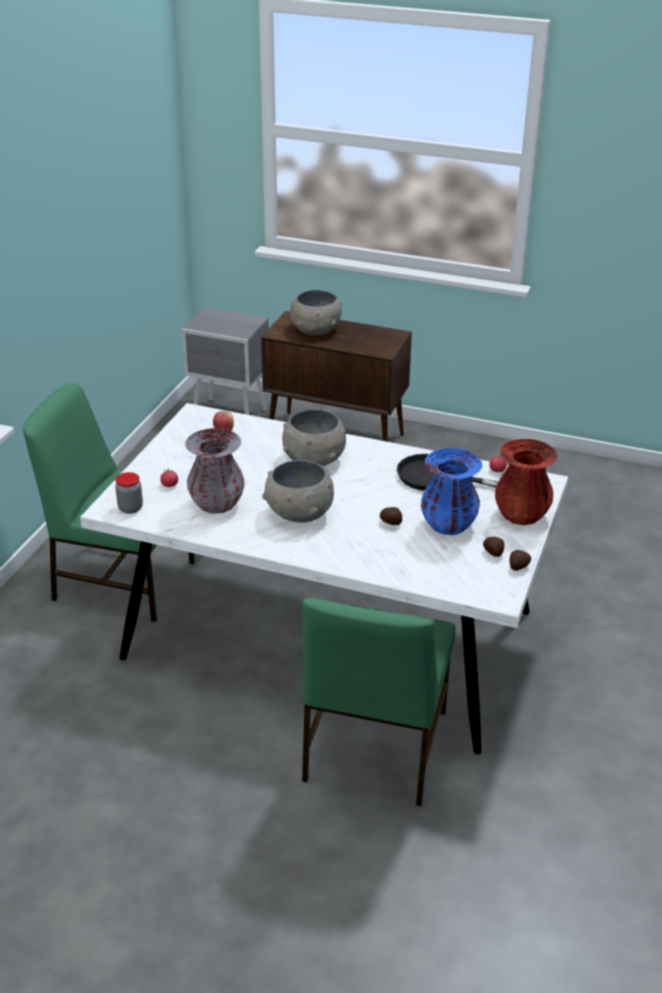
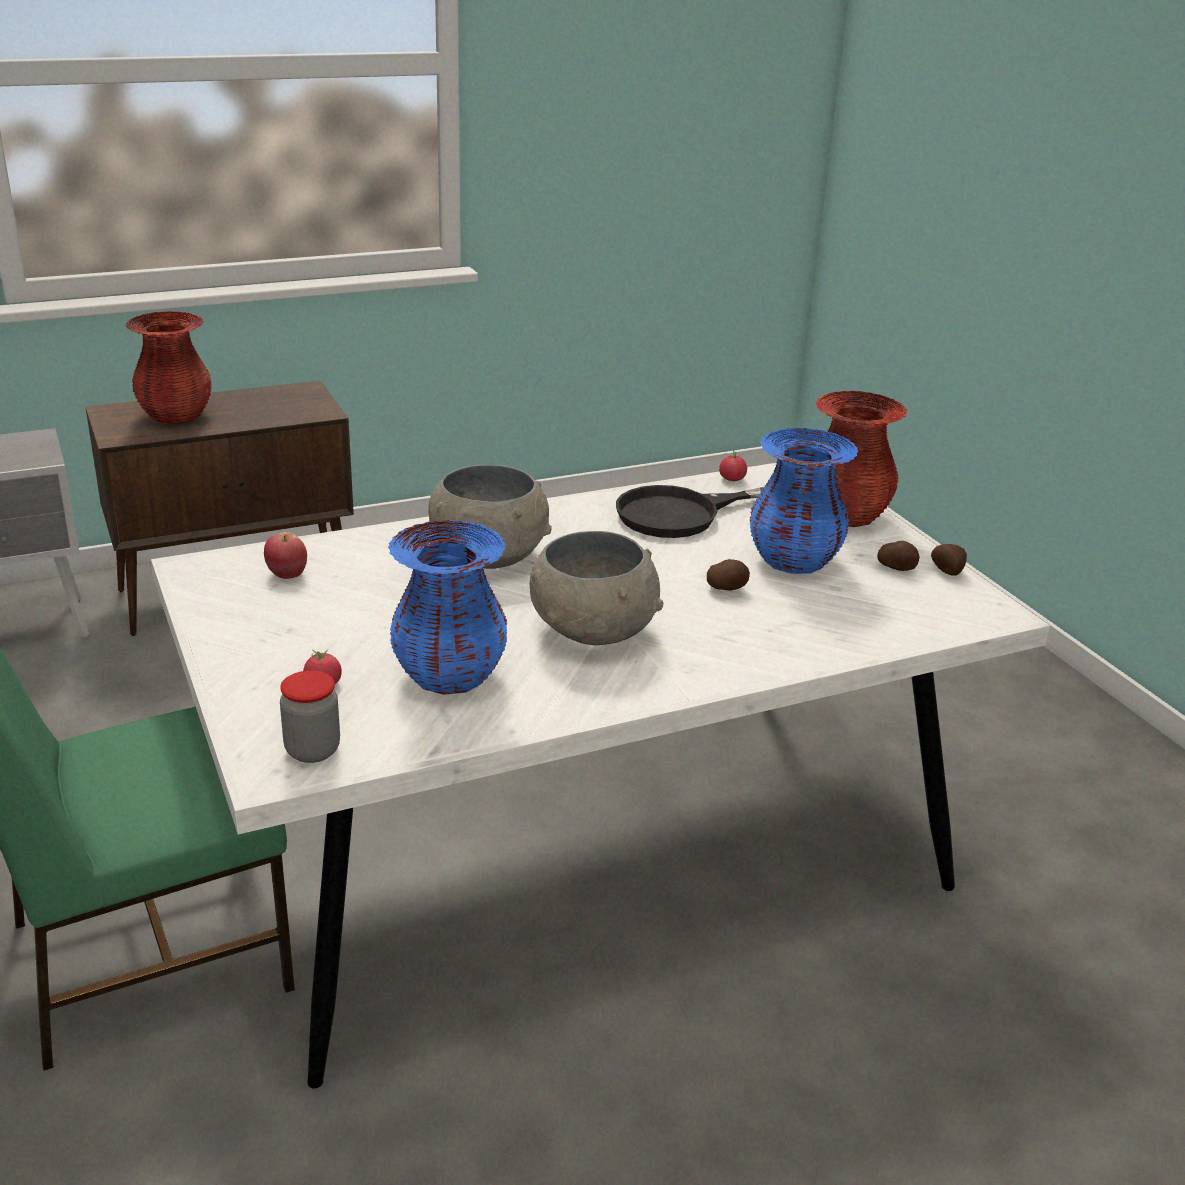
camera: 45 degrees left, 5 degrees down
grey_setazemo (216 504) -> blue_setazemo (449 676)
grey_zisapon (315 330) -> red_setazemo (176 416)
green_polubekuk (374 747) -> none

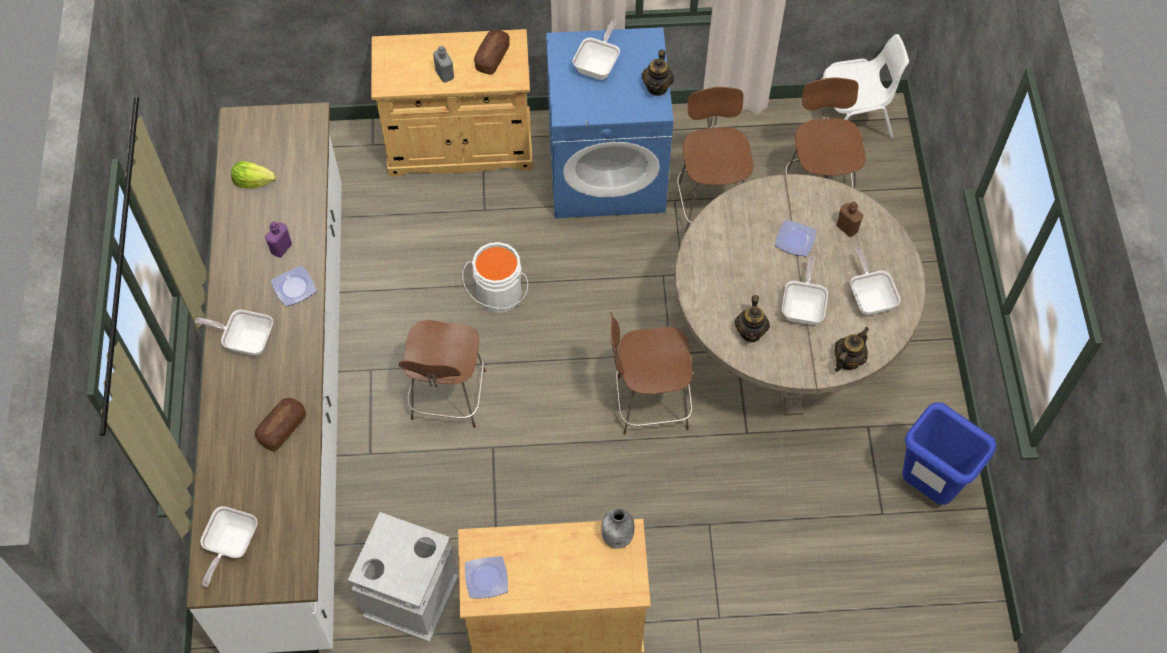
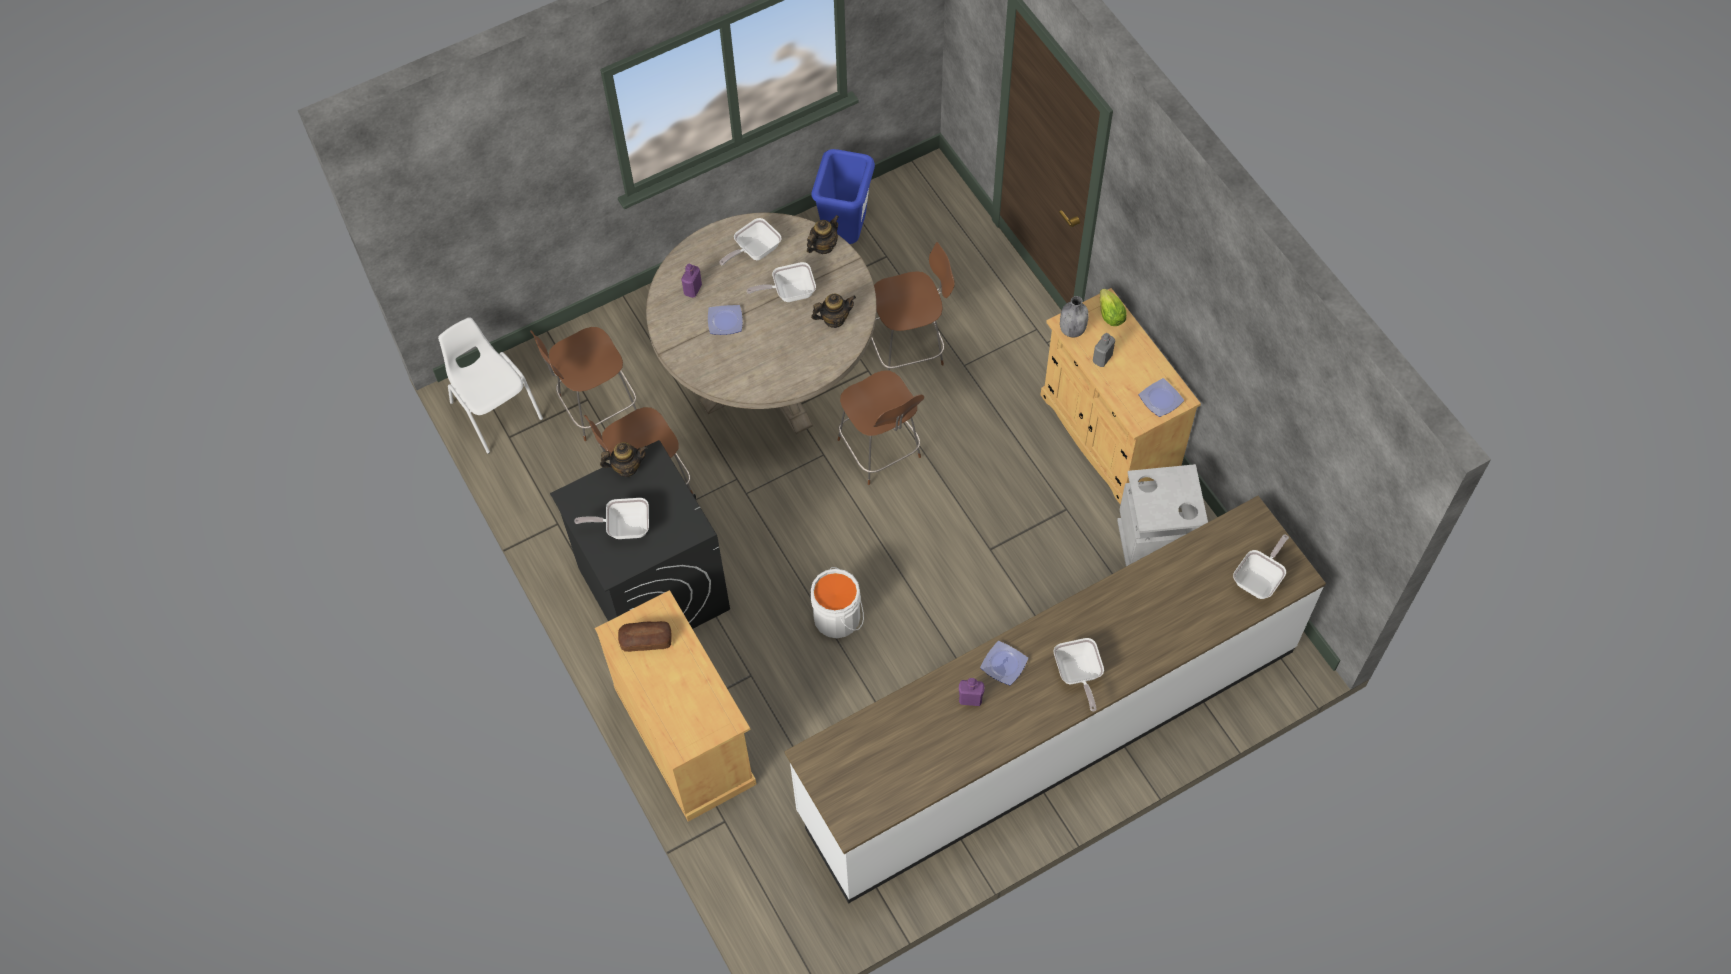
camera: 115 degrees left, 0 degrees up
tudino (230 546) -> tudino (1259 579), 45 degrees counterclockwise
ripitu (253 182) -> ripitu (1110 315), relocated
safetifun (282 428) -> none
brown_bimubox (448 398) -> brown_bimubox (908 348), relocated
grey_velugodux (444 74) -> grey_velugodux (1102 358), relocated
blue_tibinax (607 171) -> black_tibinax (652 588)
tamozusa (847 360) -> tamozusa (823 246), 120 degrees clockwise
brown_velugodux (847 228) -> purple_velugodux (693 289)

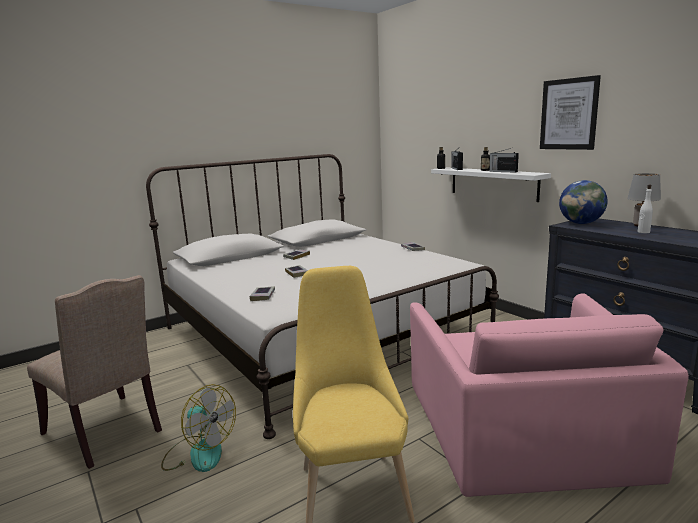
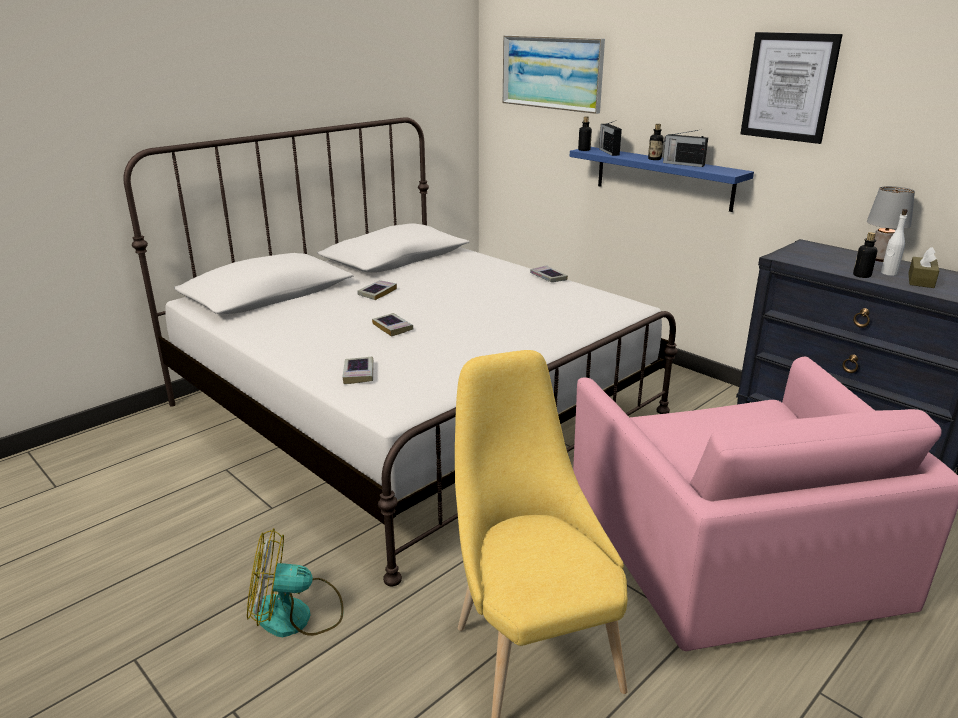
camera: 10 degrees left, 10 degrees up
beige_polubekuk (107 432) -> none
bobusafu (199 452) -> bobusafu (297 615), 150 degrees clockwise
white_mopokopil (493 183) -> blue_mopokopil (663 178)
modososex (581 223) -> none
none -> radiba (552 72)
none -> velugodux (861 275)
none -> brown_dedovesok (921 280)

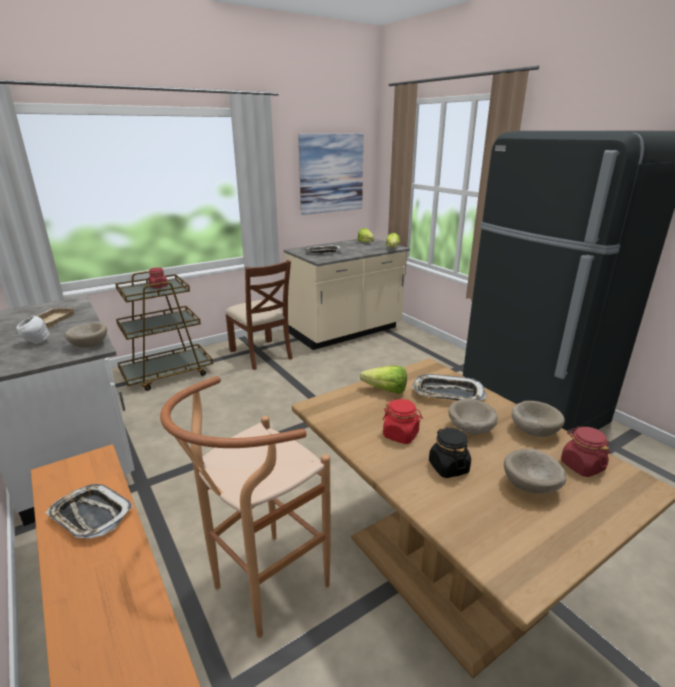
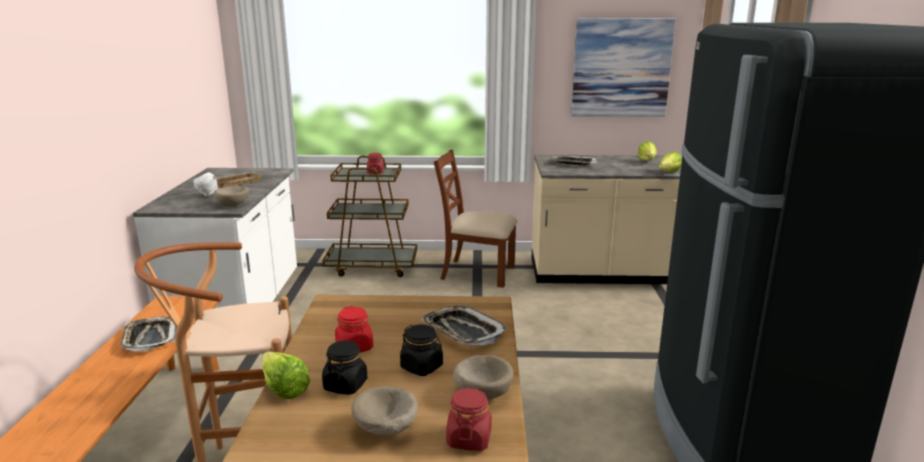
camera: 35 degrees right, 5 degrees down
brown_polubekuk (261 354) -> brown_polubekuk (476 272), 105 degrees clockwise
ripitu (382 390) -> ripitu (283 386), relocated
beige_zisapon (469 430) -> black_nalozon (422 367)

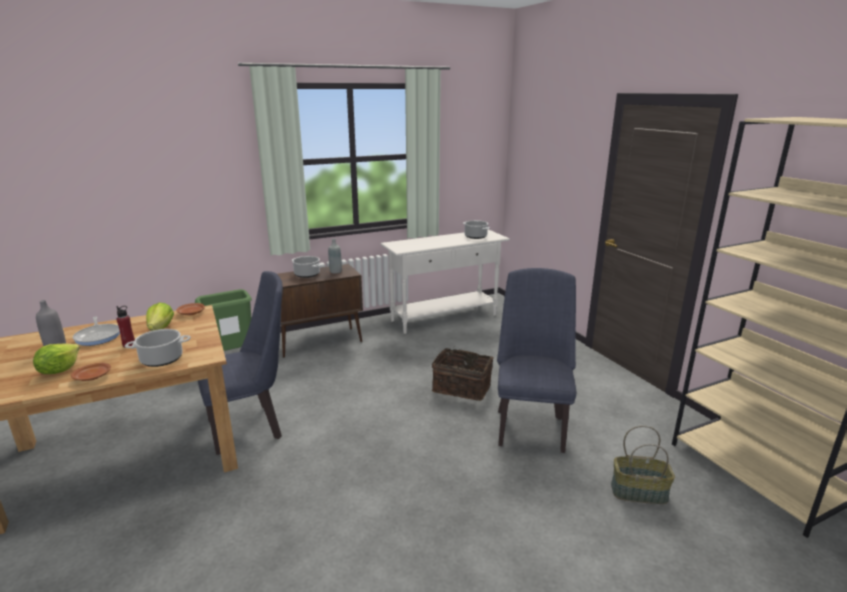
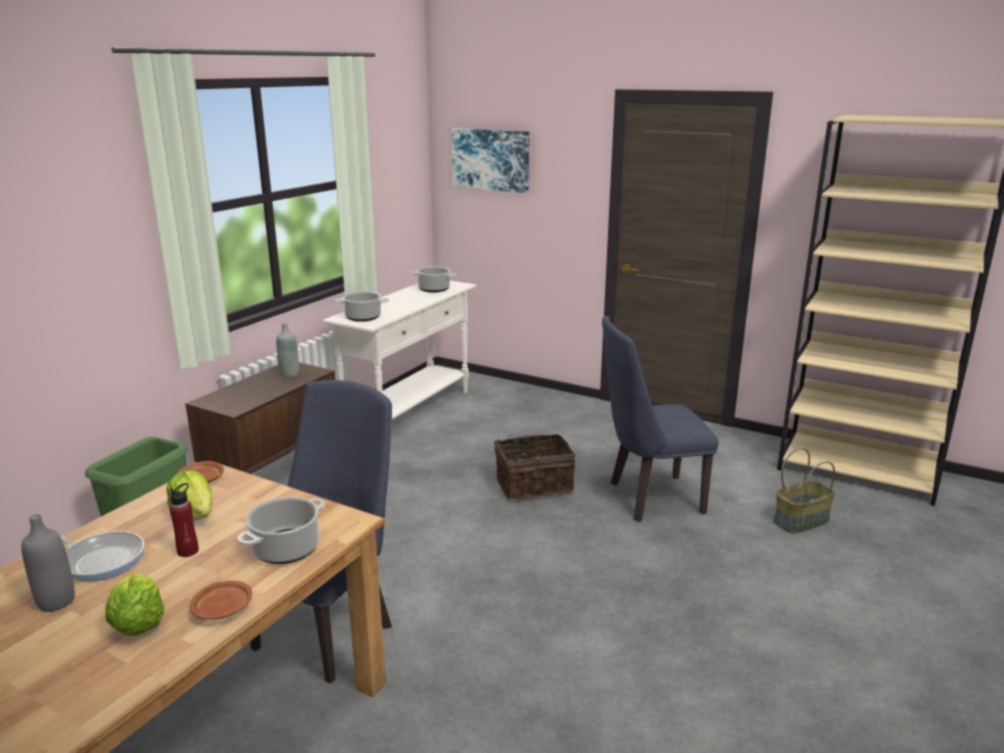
camera: 35 degrees left, 0 degrees up
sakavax (307 274) -> sakavax (363 317), relocated
blue_polubekuk (530 426) -> blue_polubekuk (648 498), 75 degrees counterclockwise
none -> radiba (491 159)

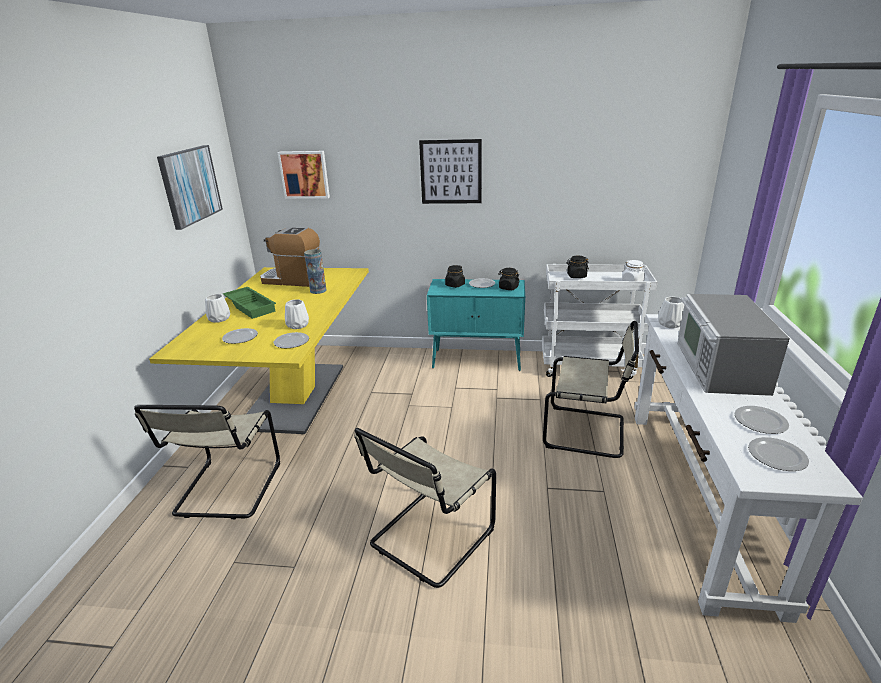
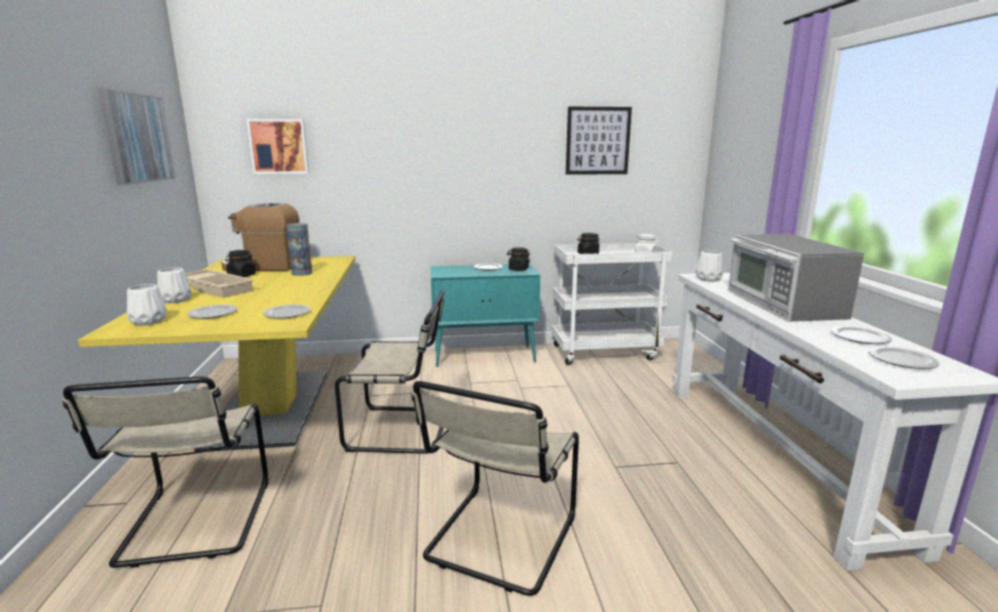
camera: 15 degrees left, 10 degrees down
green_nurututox (251 306) -> beige_nurututox (217 288)
white_setazemo (297 325) -> white_setazemo (148 321), relocated
radiba (451 172) -> radiba (598 141), relocated
black_nalozon (455 285) -> black_nalozon (241 276), relocated
beige_polubekuk (588 432) -> beige_polubekuk (403 430), relocated

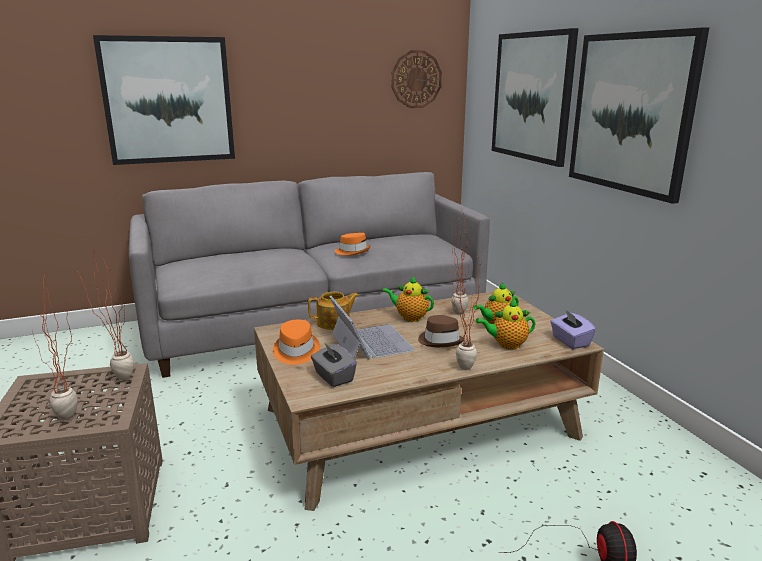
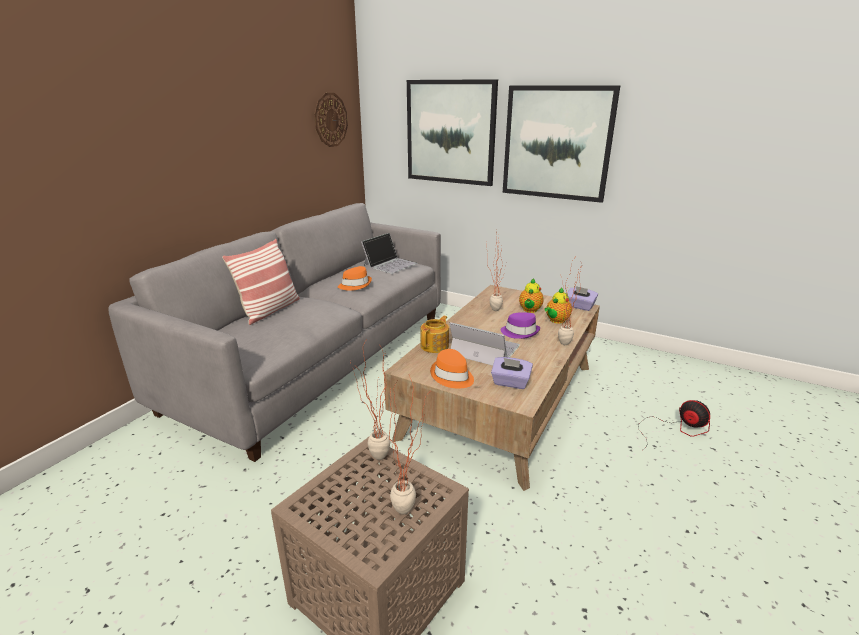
camera: 40 degrees left, 5 degrees up
radiba (168 100) -> none
grey_dedovesok (333 377) -> purple_dedovesok (510 383)
tamozusa (409 317) -> none
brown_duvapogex (440 340) -> purple_duvapogex (520 332)
none -> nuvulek (269 310)
none -> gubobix (390 264)

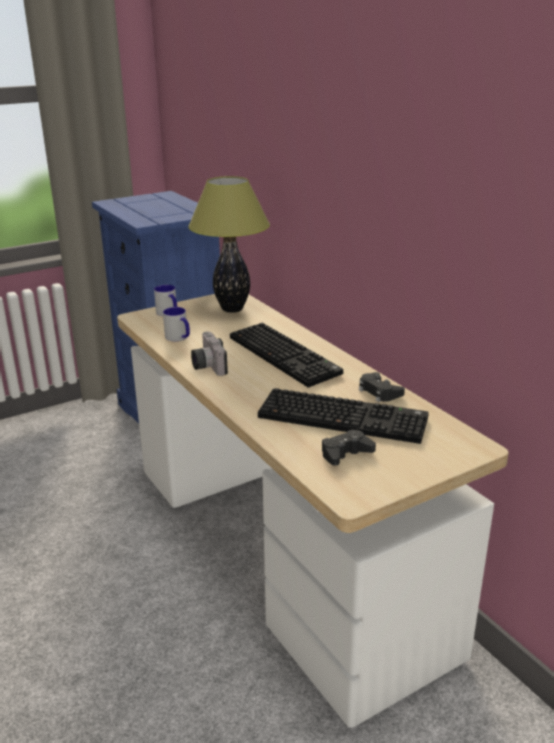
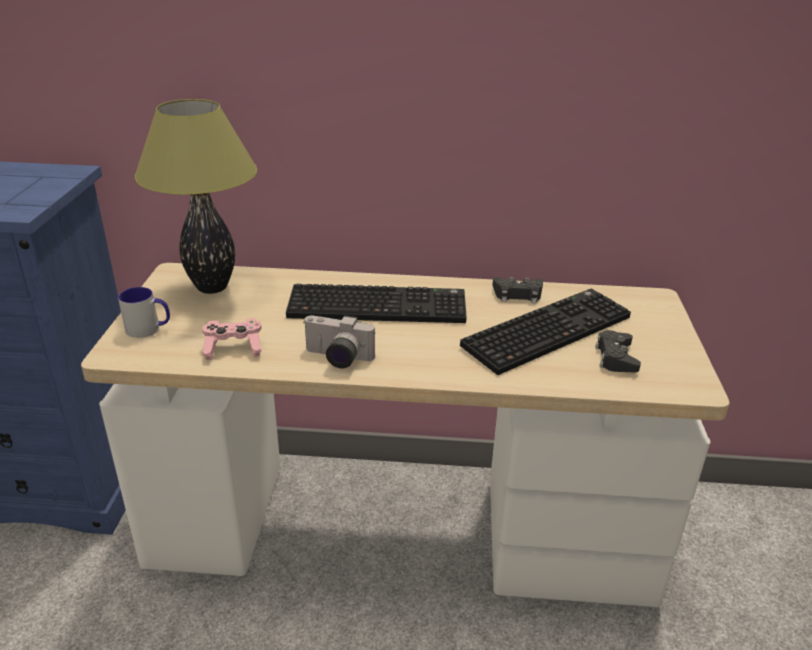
camera: 55 degrees left, 5 degrees up
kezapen (179 338) -> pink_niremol (233 348)

